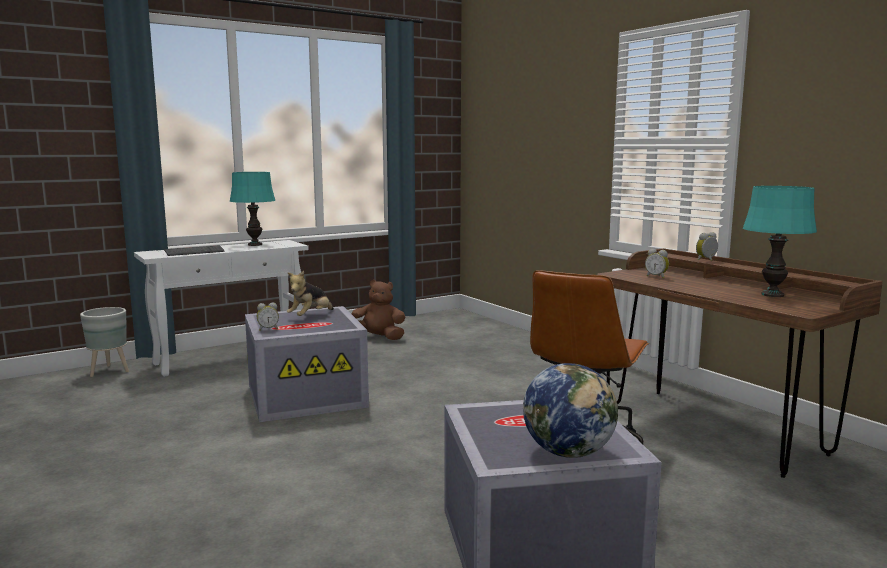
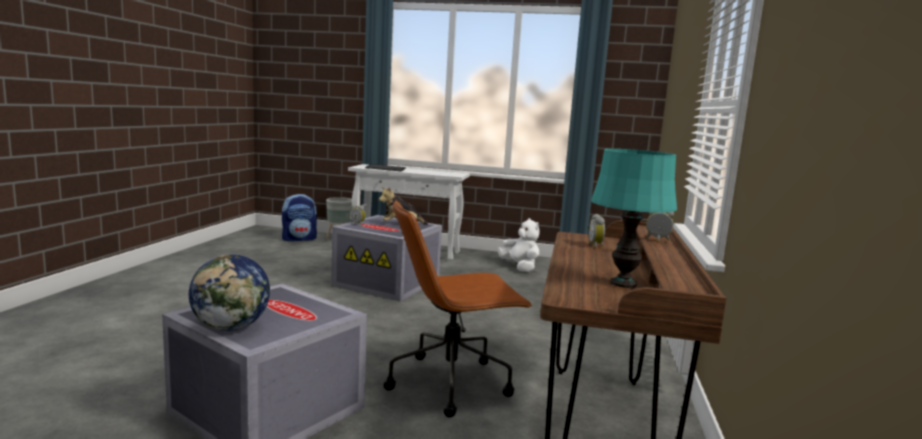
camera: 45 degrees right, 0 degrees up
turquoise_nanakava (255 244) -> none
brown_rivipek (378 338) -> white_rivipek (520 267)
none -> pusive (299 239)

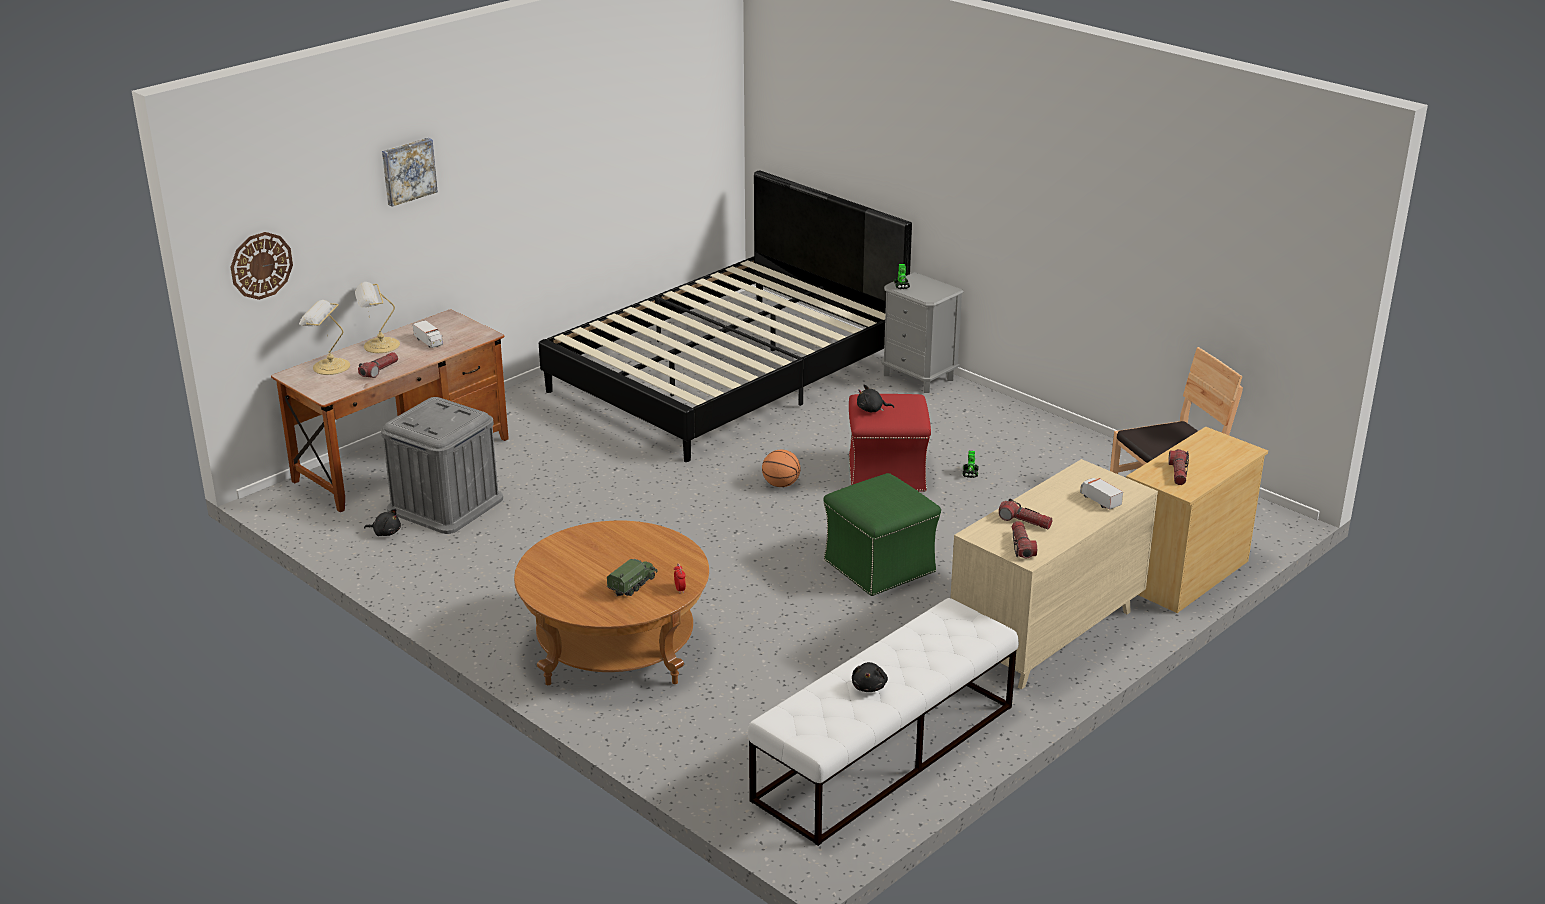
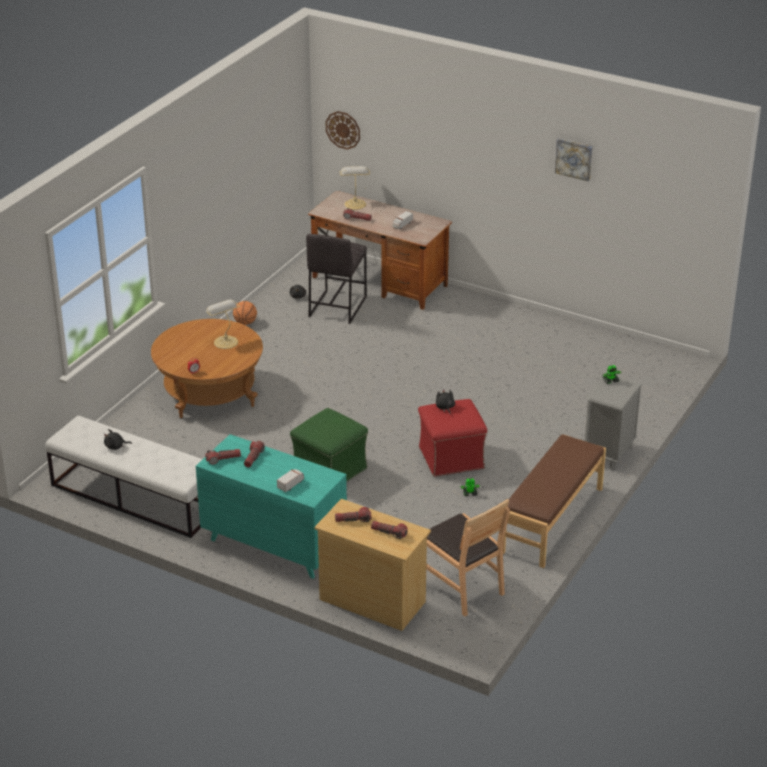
camera: 75 degrees right, 5 degrees up
nanakava (379 345) -> nanakava (225 341), relocated
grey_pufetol (445 504) -> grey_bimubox (337 307)
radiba (408 171) -> radiba (574 158), relocated
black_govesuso (728 374) -> none
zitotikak (633 584) -> none
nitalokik (781 485) -> nitalokik (245 323), relocated
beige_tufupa (1046 635) -> turquoise_tufupa (273 545)
none -> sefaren (389 533)
none -> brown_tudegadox (552 520)

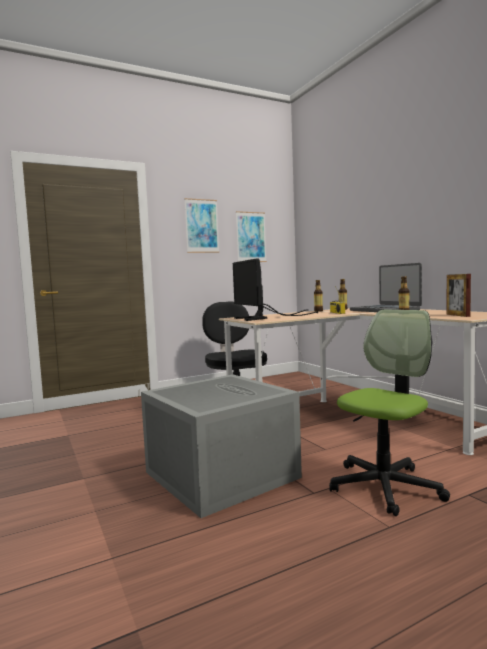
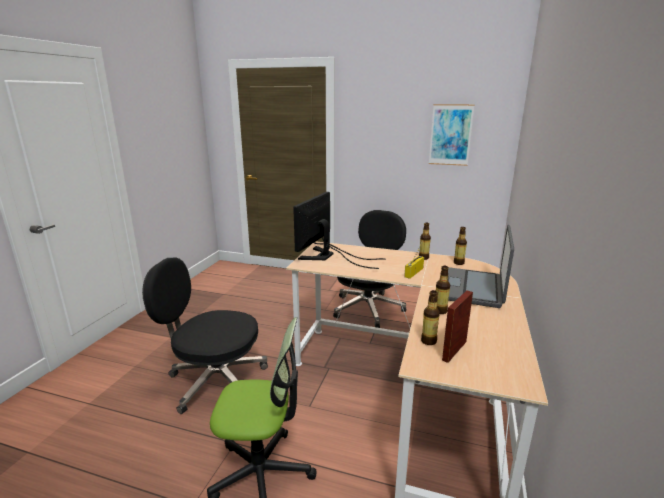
camera: 45 degrees right, 15 degrees up
grey_pufetol (218 475) -> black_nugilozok (215 381)
radiba (202 226) -> none
none -> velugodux (428 341)

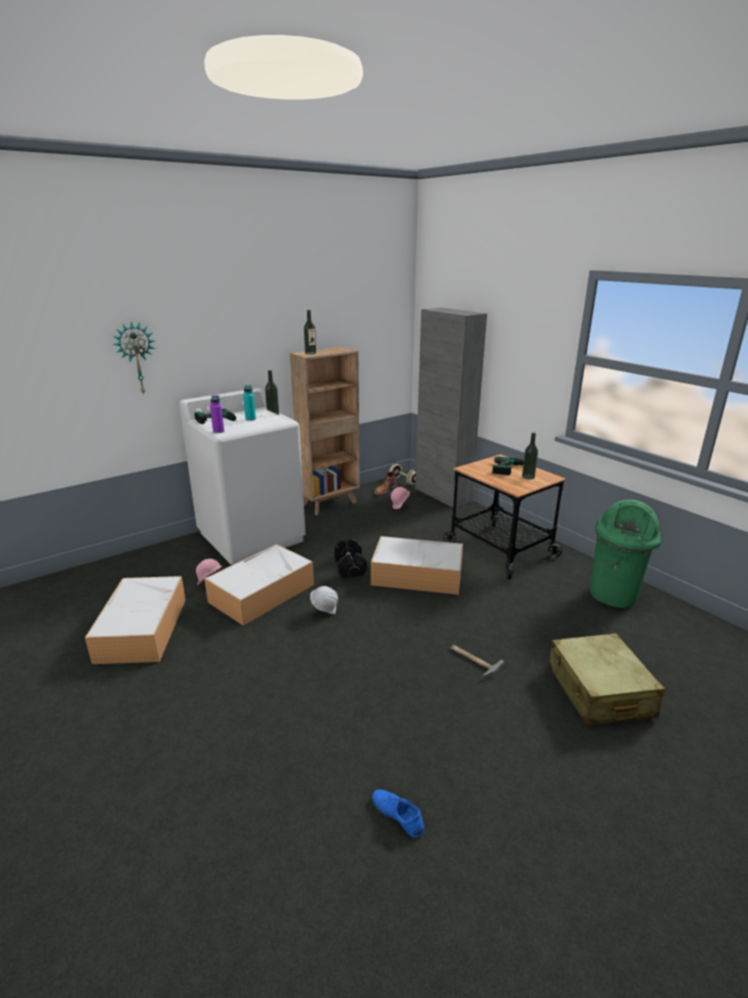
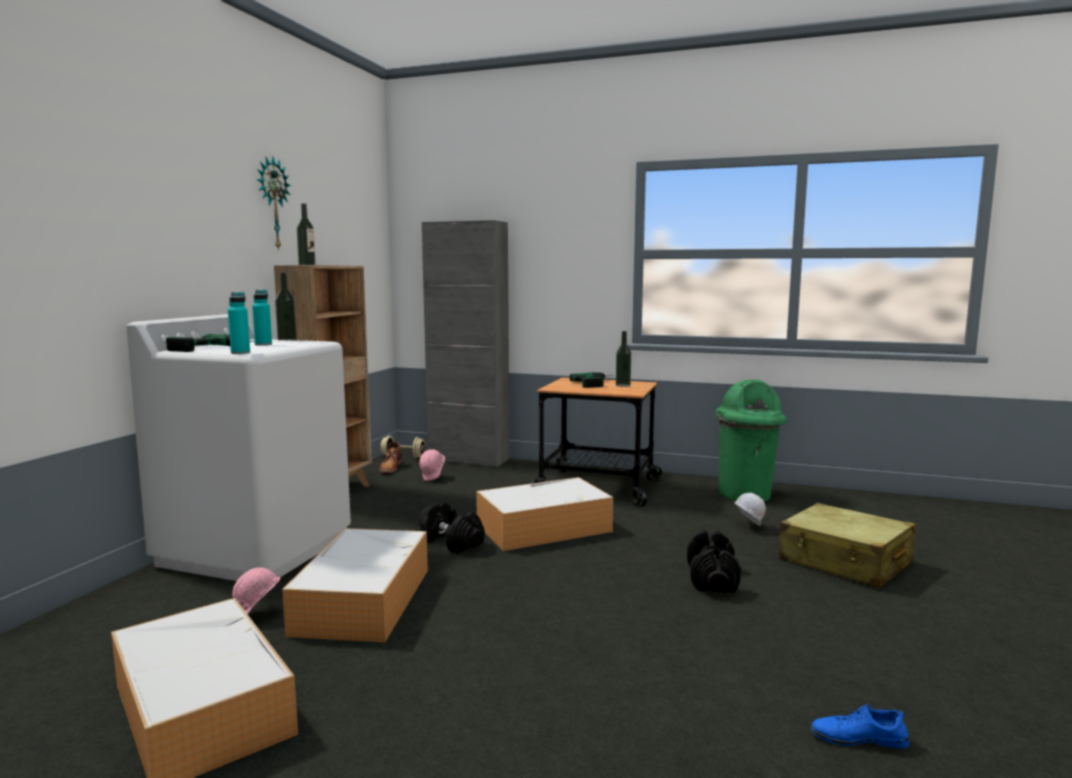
camera: 35 degrees left, 15 degrees down
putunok (136 358) -> putunok (272 203), relocated
purple_velugodux (218 431) -> turquoise_velugodux (240 353)
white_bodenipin (325 611) -> white_bodenipin (747 527), relocated
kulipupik (473 661) -> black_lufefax (711 578)

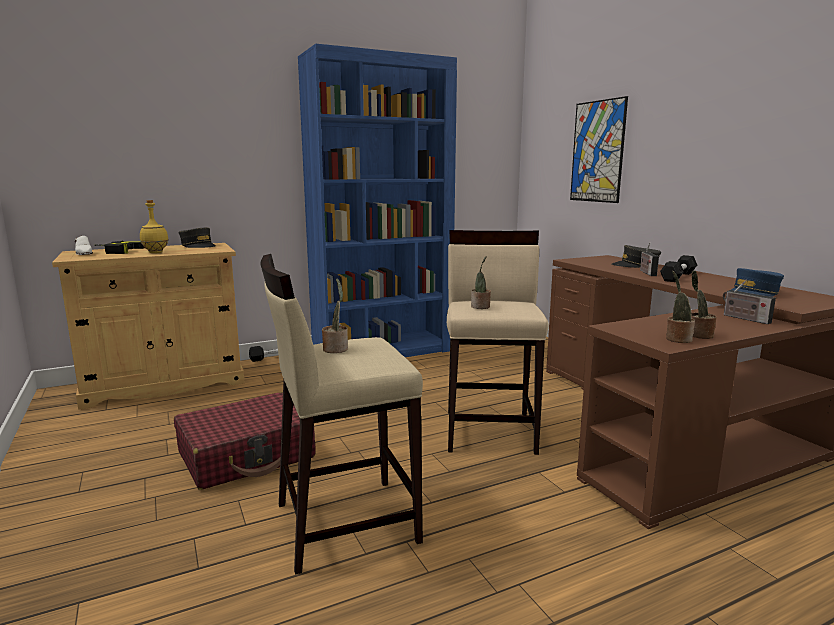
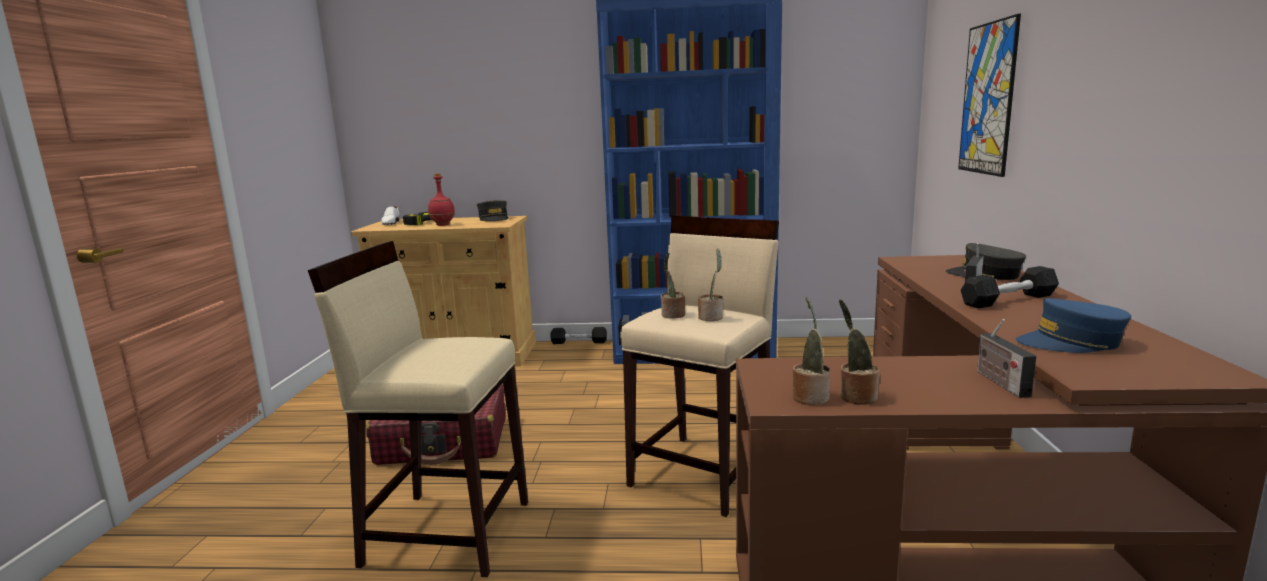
camera: 30 degrees right, 0 degrees up
yellow_velugodux (155 252) -> red_velugodux (442 225)
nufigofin (336 348) -> nufigofin (711 317), relocated

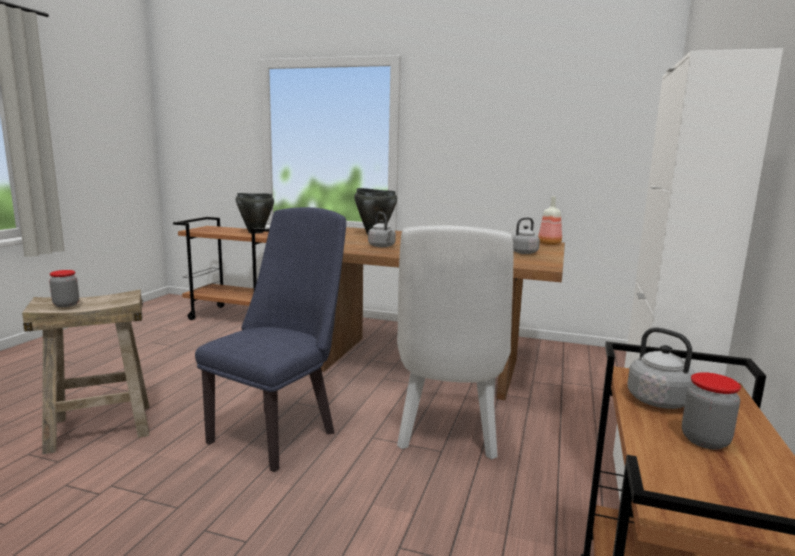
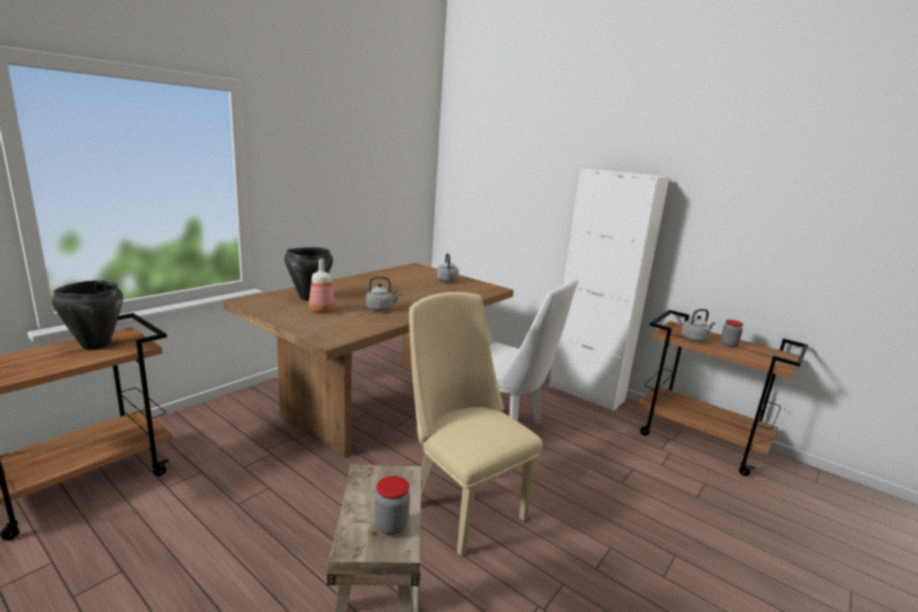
camera: 70 degrees left, 5 degrees up
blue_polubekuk (279 432) -> beige_polubekuk (461 505)
velugodux (550 244) -> velugodux (322 310), relocated

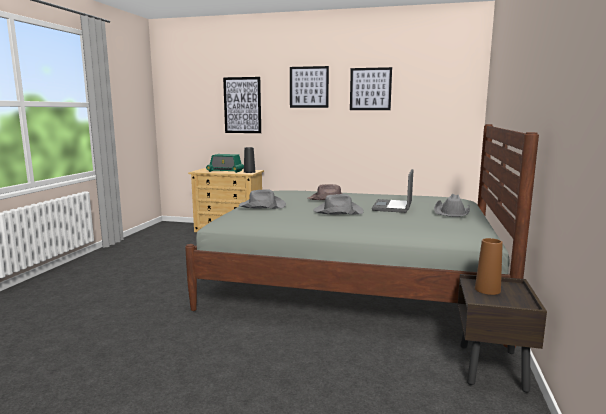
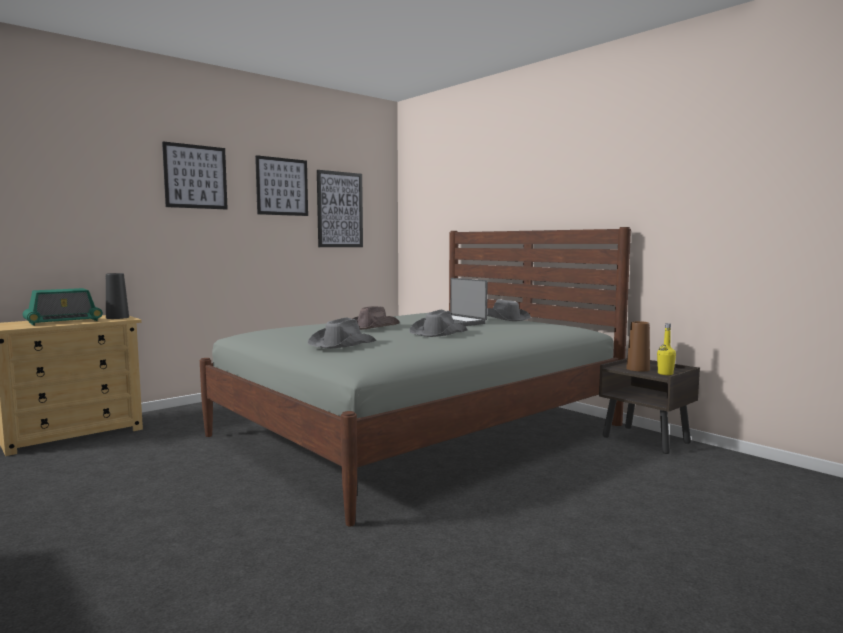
camera: 55 degrees left, 5 degrees down
radiba (242 105) -> radiba (340 209), relocated
none -> yellow_velugodux (665 373)

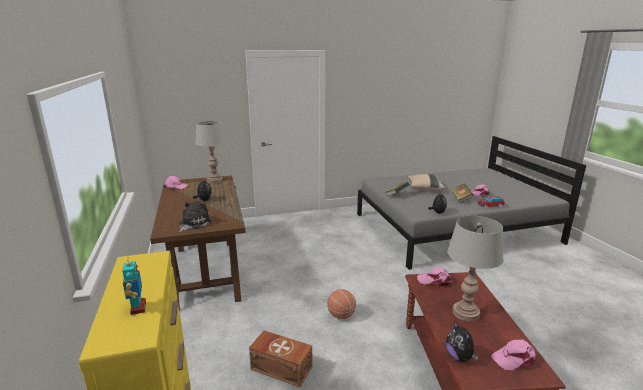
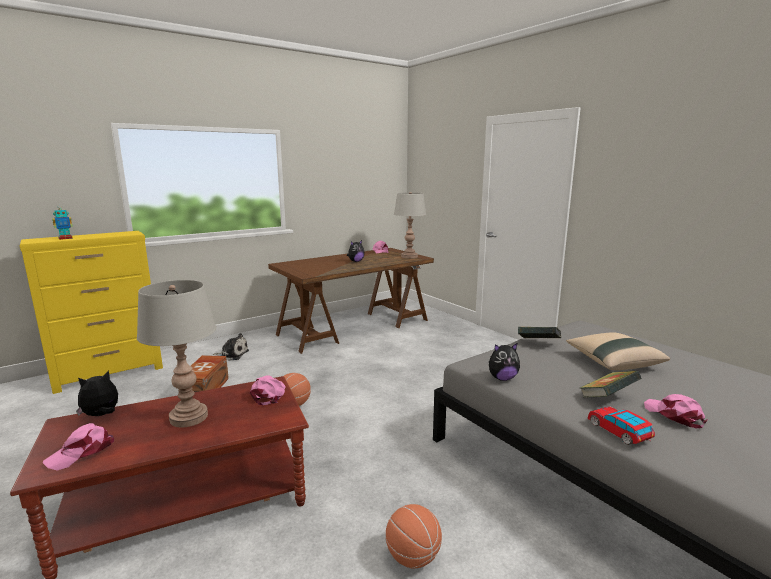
camera: 70 degrees right, 5 degrees down
rivipek (193 223) -> rivipek (232 354), relocated
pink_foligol (514 358) -> pink_foligol (82 452), 105 degrees counterclockwise
none -> nitalokik (413 557)

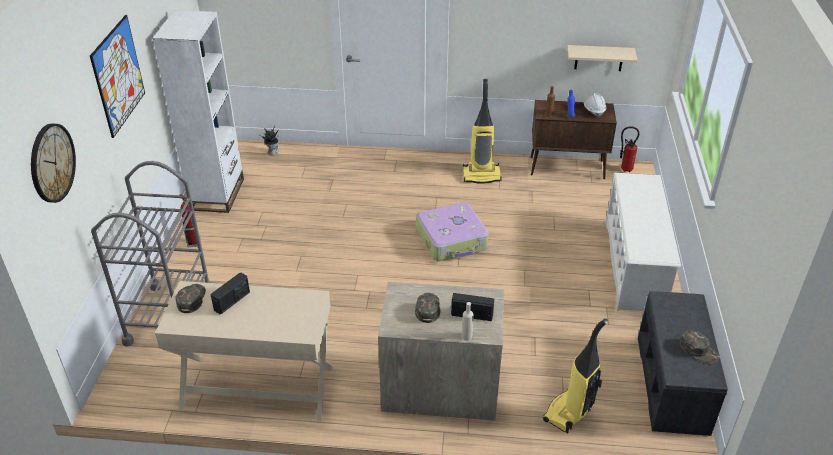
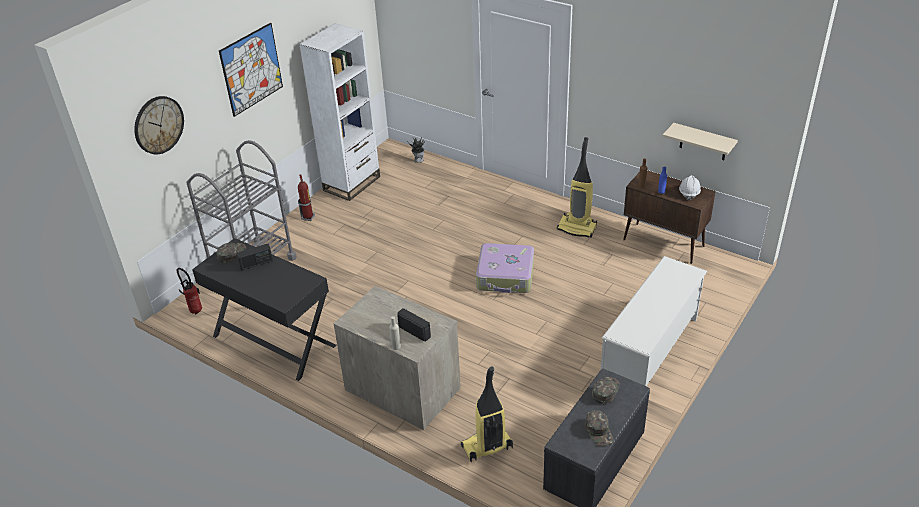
camera: 30 degrees right, 0 degrees up
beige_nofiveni (257 388) -> black_nofiveni (273 341)
green_foligol (427 308) -> green_foligol (605 391), relocated
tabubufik (624 169) -> tabubufik (195 309), relocated

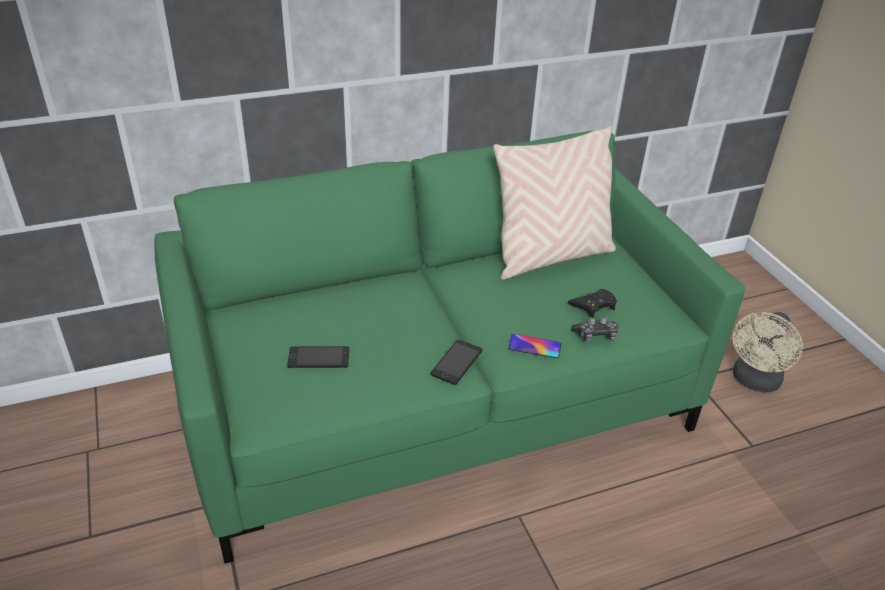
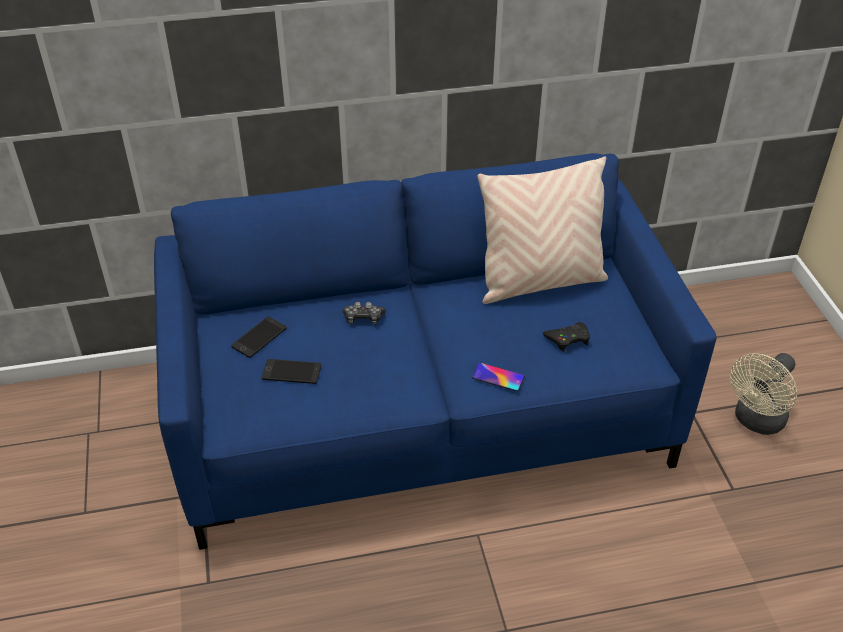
camera: 10 degrees right, 5 degrees up
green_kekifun (438 404) -> blue_kekifun (421 416)
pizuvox (456 362) -> pizuvox (259 337), relocated
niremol (595 336) -> niremol (363 318), relocated

